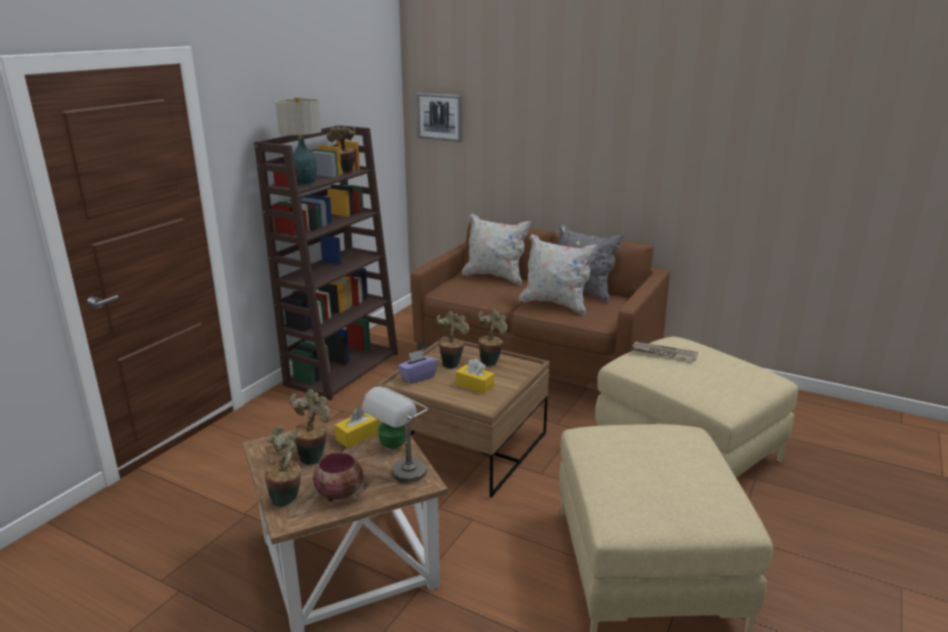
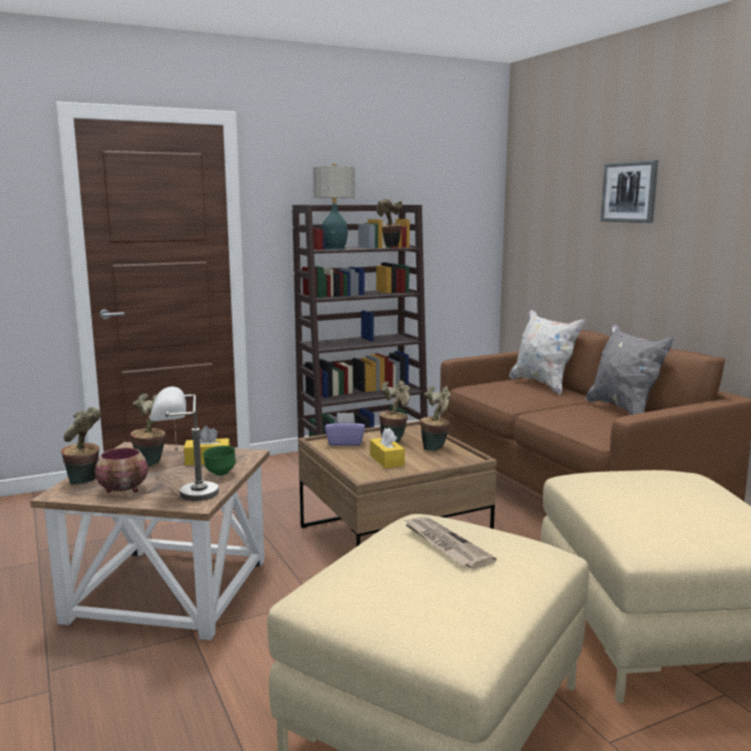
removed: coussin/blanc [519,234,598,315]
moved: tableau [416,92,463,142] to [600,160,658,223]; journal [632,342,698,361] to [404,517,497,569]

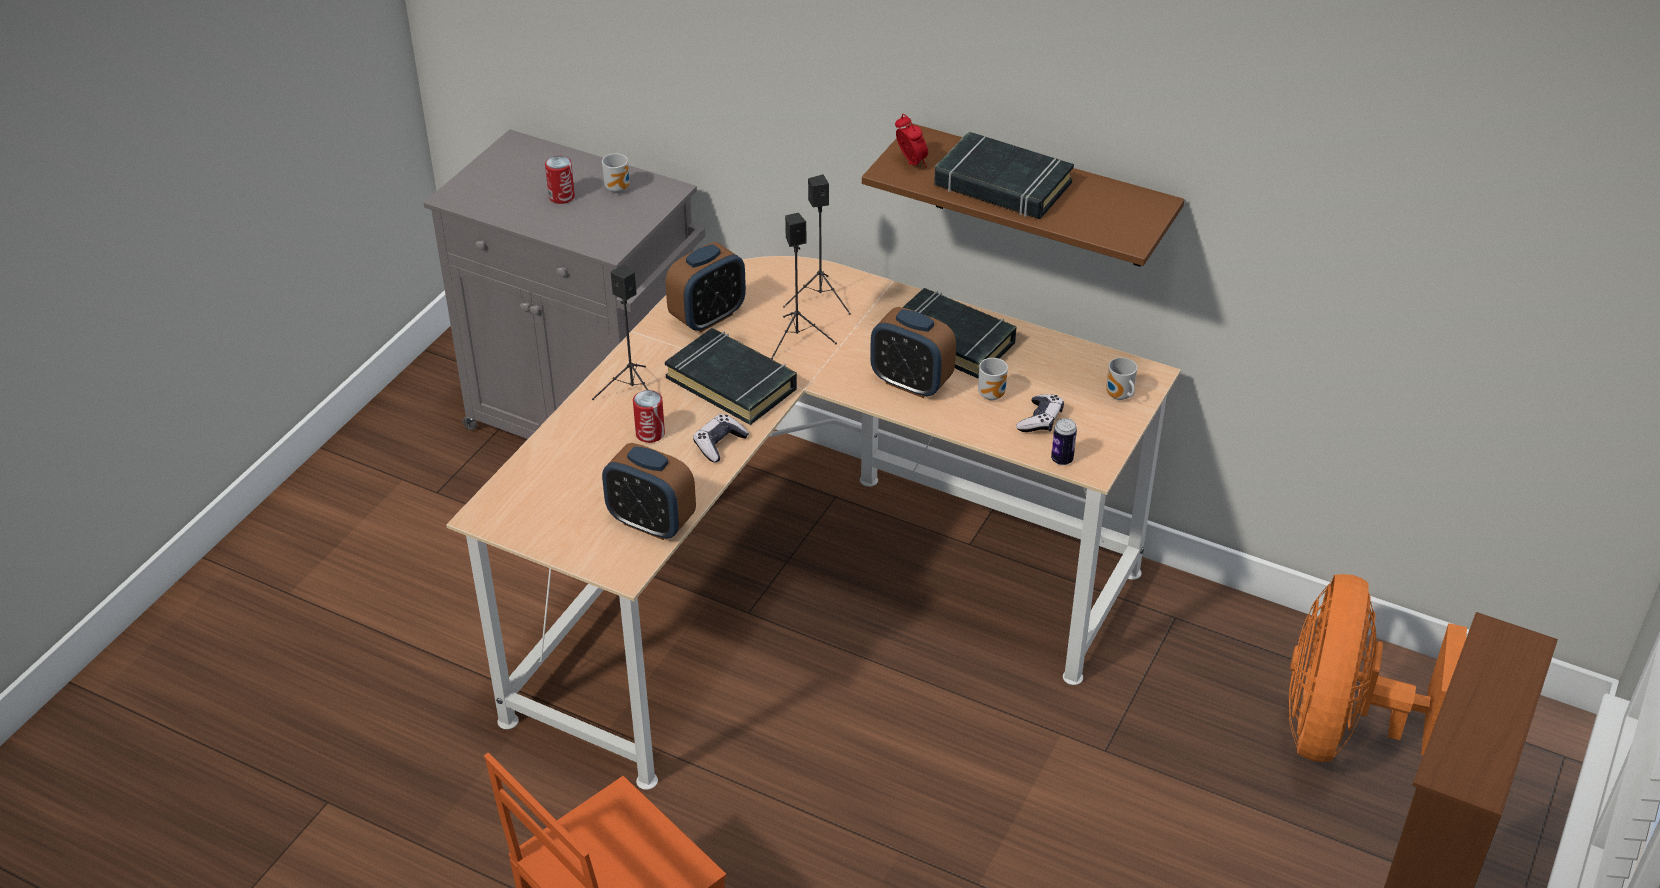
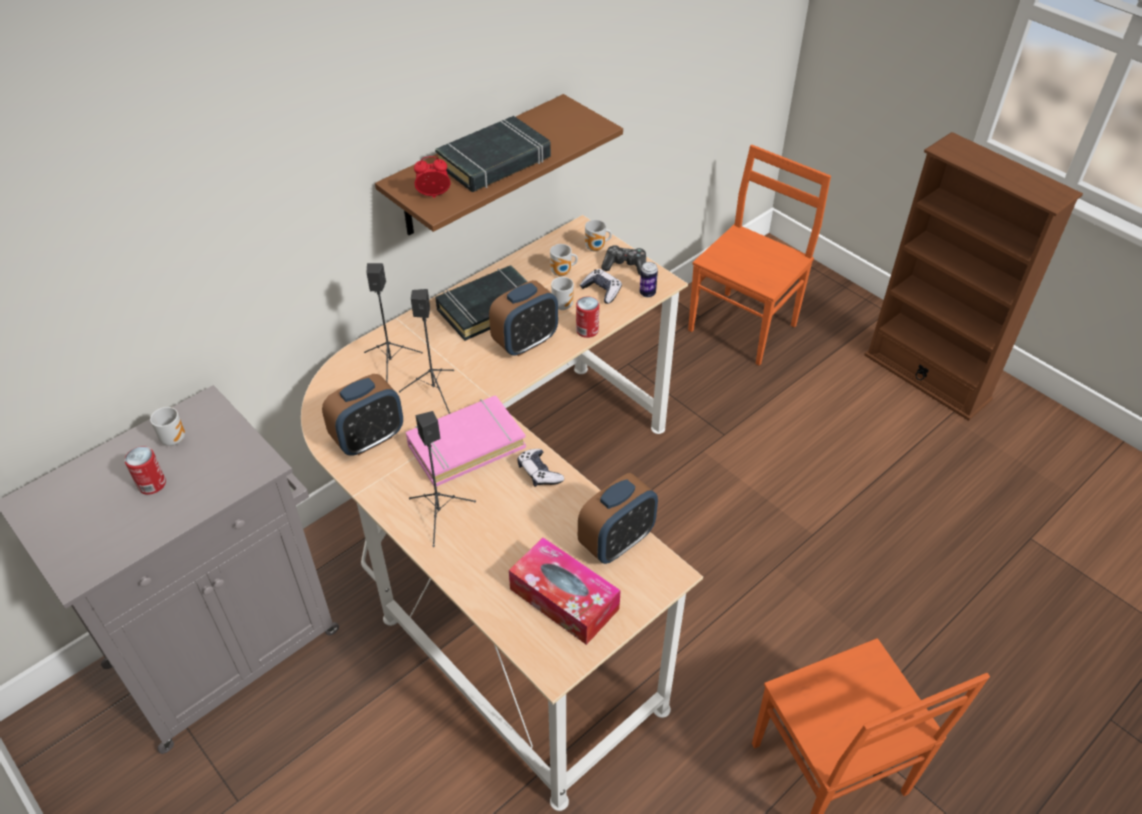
added: mug [550,244,578,276]; manette [601,245,646,275]; boîte à mouchoirs [509,537,621,645]
moved: boîte métallique [633,390,665,443] to [576,297,599,338]
replaced: ventilateur/orange [1289,574,1467,762] to chaise/orange [688,145,831,365]
recoloured: livre/noir [665,328,797,425] to livre/rose [406,395,526,487]
turned: réveil [666,242,746,332] = [322,374,403,456] 75 degrees clockwise

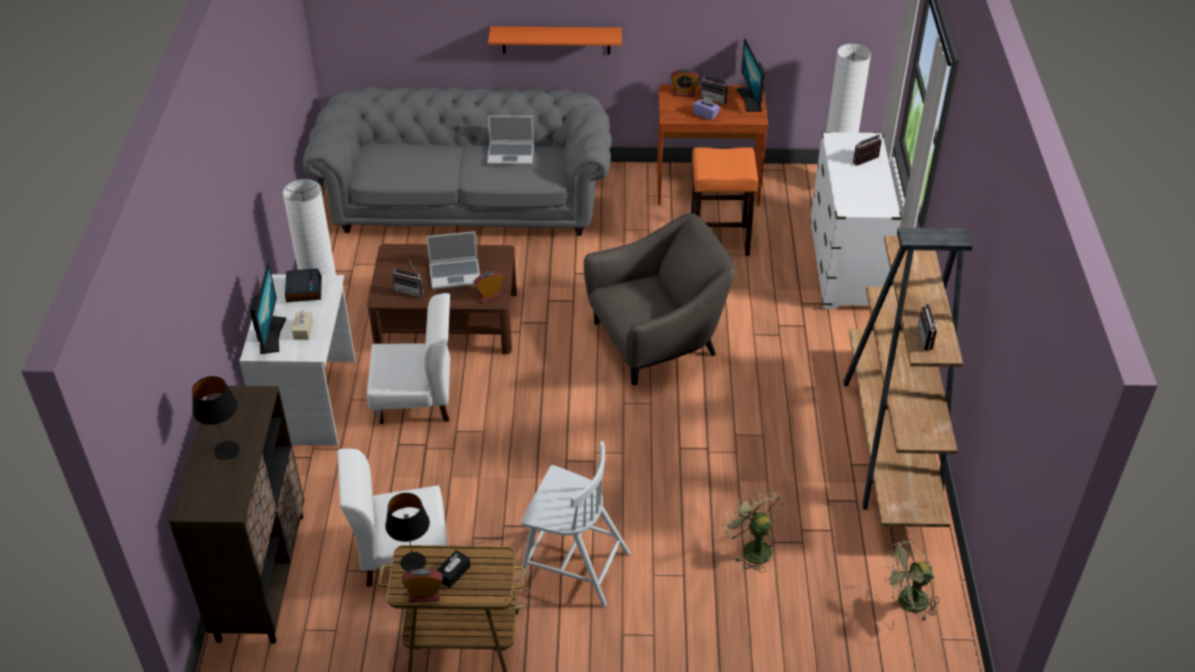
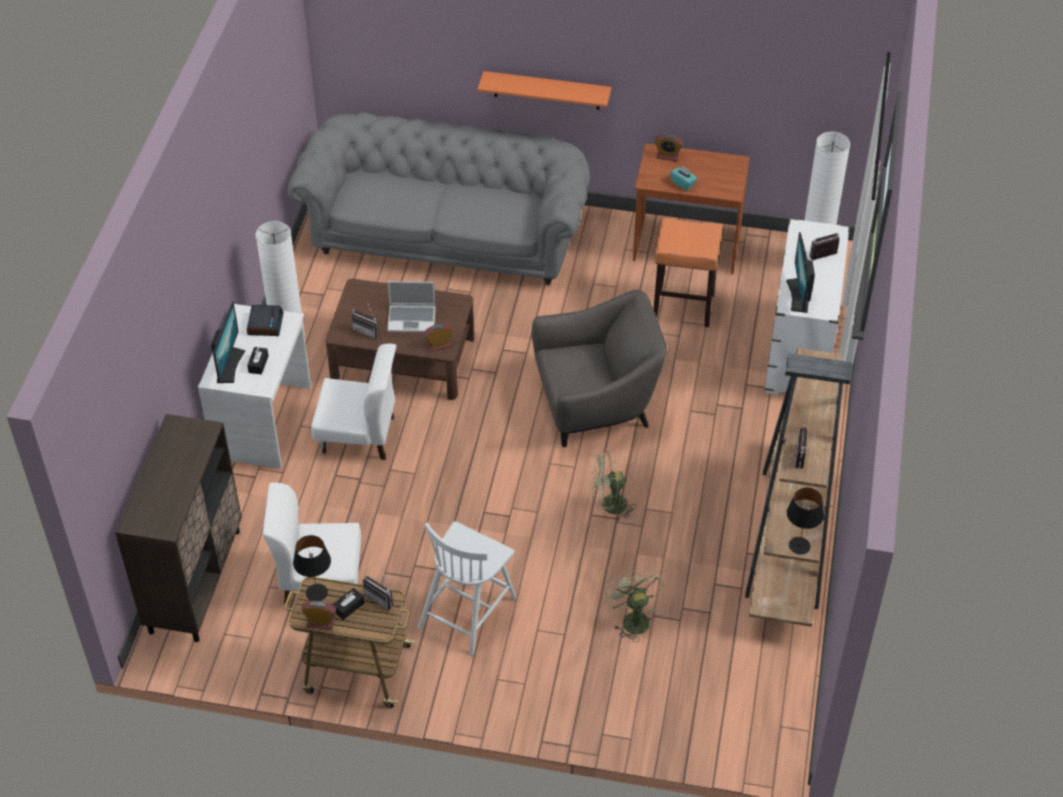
removed: ordinateur portable [487,115,534,165]
moved: écran d'ordinateur [736,39,765,112] to [786,232,815,313]; radio [700,68,728,104] to [363,569,393,610]; lampe de table/noir [192,376,240,460] to [787,488,824,555]; ventilateur/vert [883,540,939,622] to [590,452,636,522]
recoloured: boîte à mouchoirs/violet [693,96,721,120] to boîte à mouchoirs/turquoise [670,165,697,190]; boîte à mouchoirs/beige [292,310,313,340] to boîte à mouchoirs/noir [247,347,268,375]
turned: chaise/blanc [519,441,630,607] = [418,521,517,656] 90 degrees clockwise

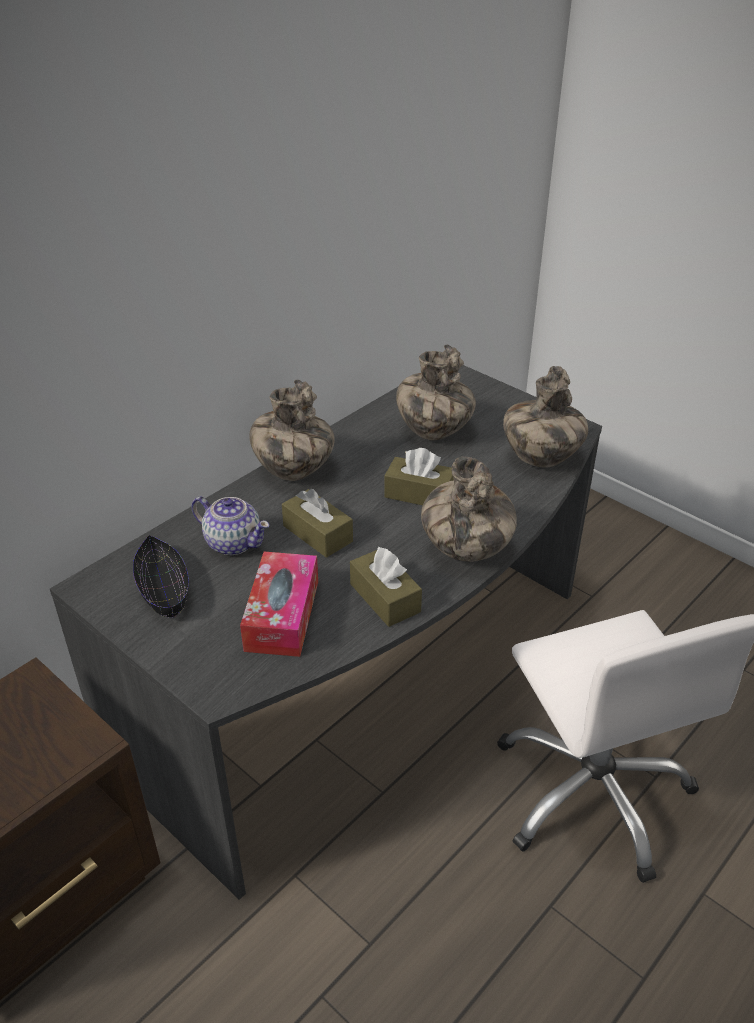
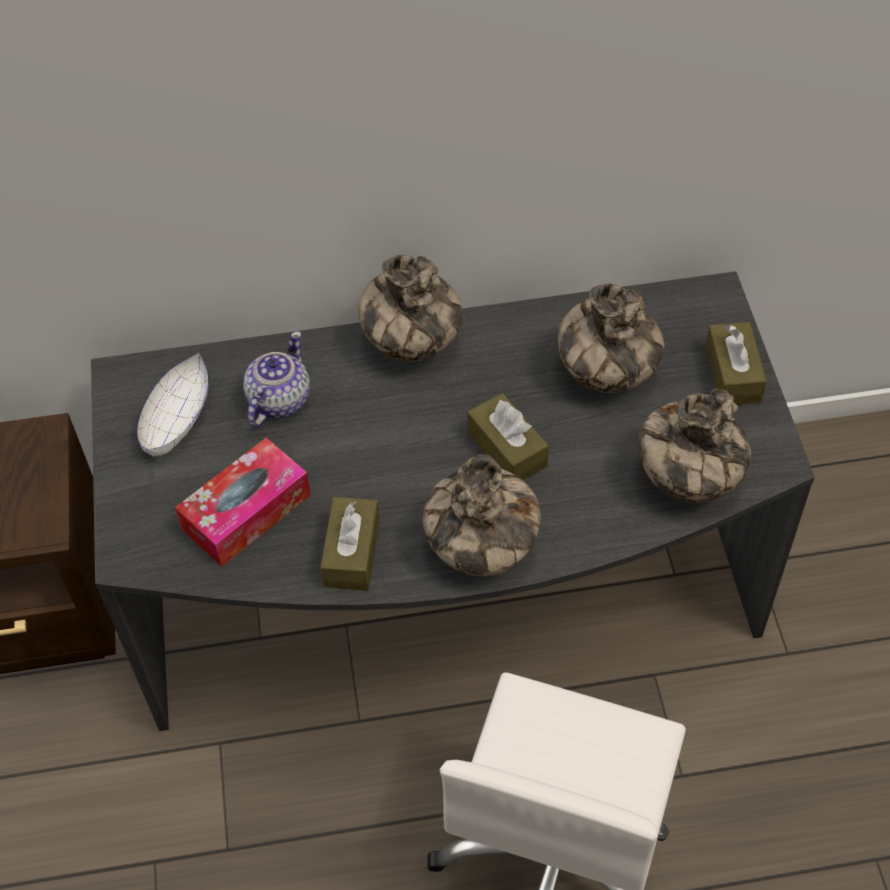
moved: boîte à mouchoirs/marron [282,489,353,558] to [705,322,767,405]
recoloured: bol/noir [133,535,189,618] to bol/blanc [137,352,209,456]
turned: théière [191,496,270,555] = [243,331,310,427] 135 degrees counterclockwise

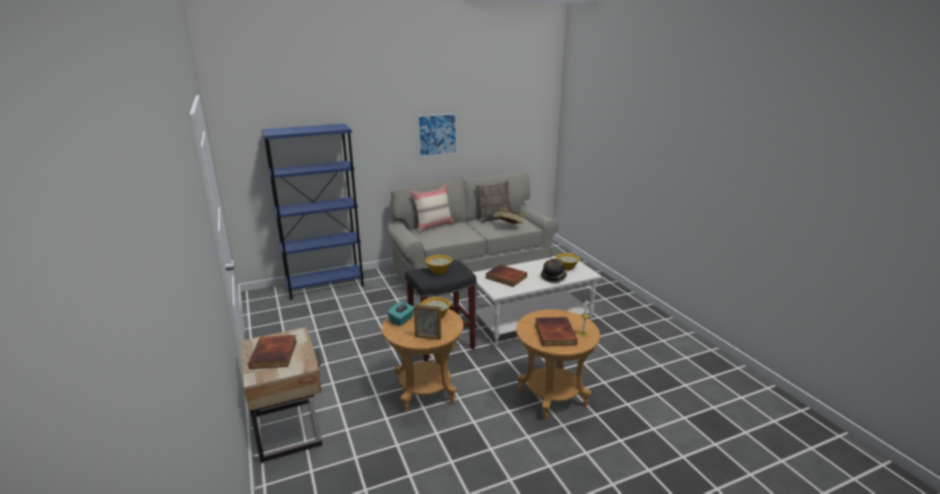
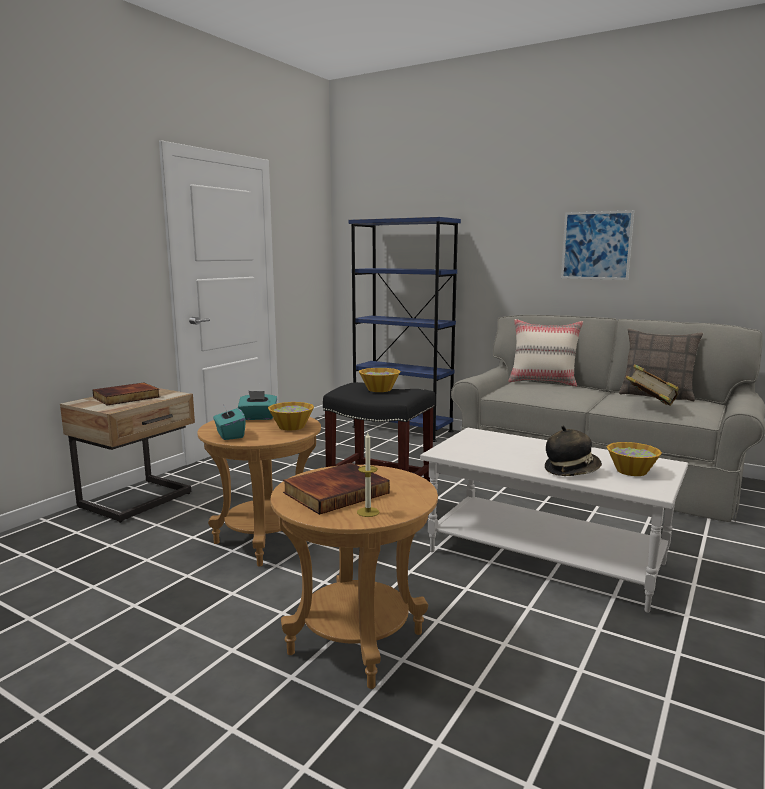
removed: livre [485,264,527,287]
replaced: cadre photo [414,305,441,340] to boîte à mouchoirs/turquoise [213,404,246,440]

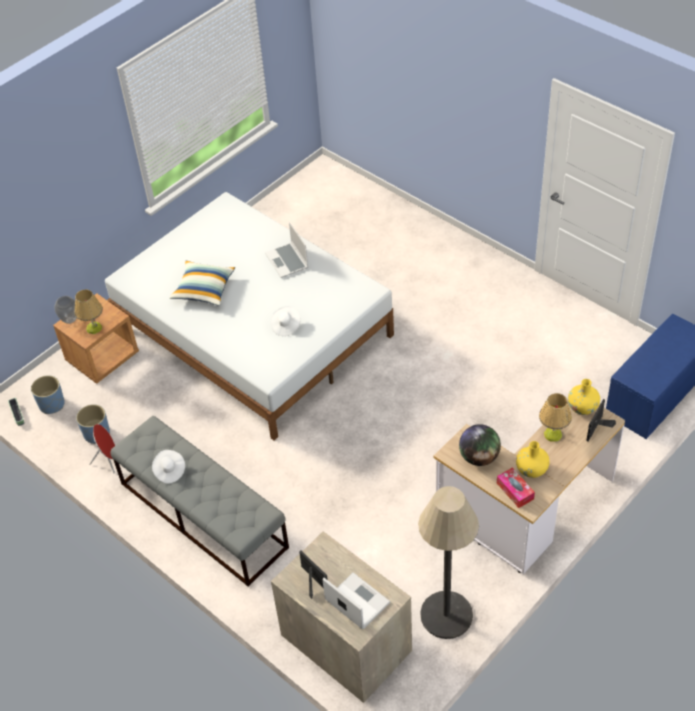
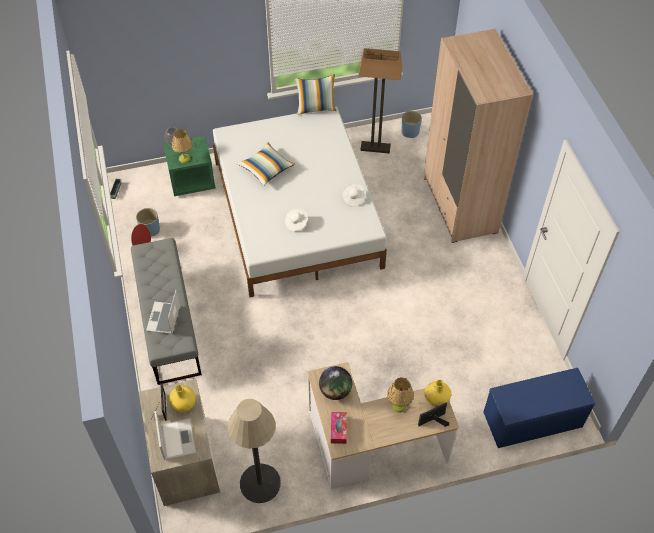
added: armoire/beige [424,28,533,243]; lampadaire [358,48,402,154]; coussin [295,74,336,115]
moved: ordinateur portable [265,221,309,278] to [146,290,180,334]; cache-pot/bleu [31,375,65,414] to [401,111,422,138]; vase/jaune [516,441,550,478] to [169,385,196,412]; chapeau/blanc [152,450,185,484] to [342,183,366,206]
recoloured: table de chevet/marron [53,294,139,384] to table de chevet/vert [163,136,216,196]

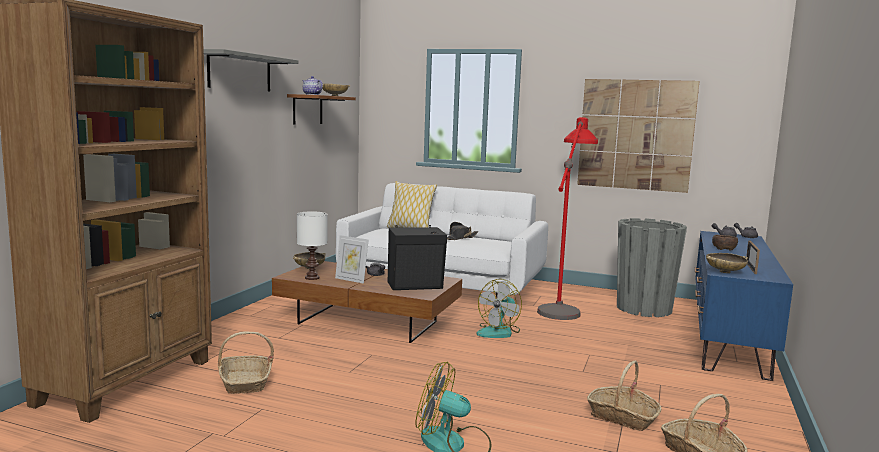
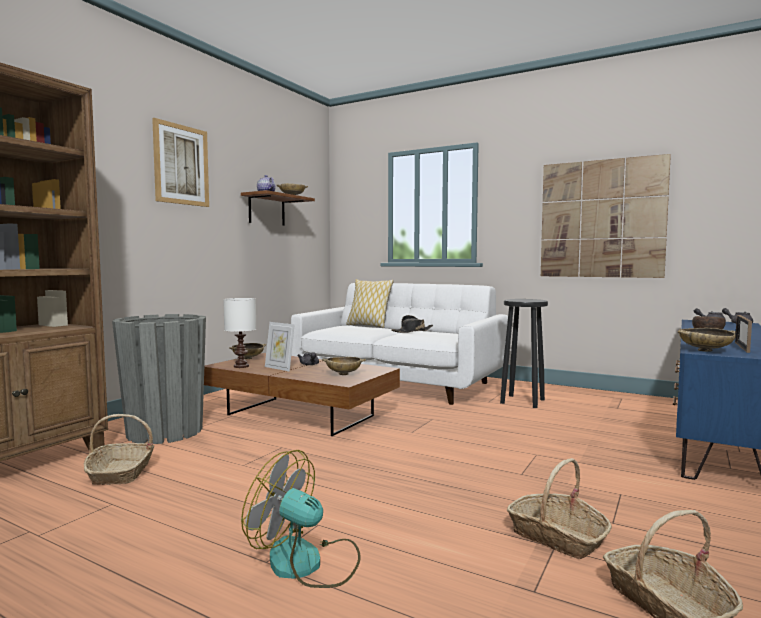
removed: ventilateur [477,279,522,338]
moved: cache-pot/gris [617,218,687,317] to [112,314,206,444]
replaced: étagère/gris [203,49,299,91] to tableau [152,118,209,207]; lampadaire/rouge [537,117,598,320] to tabouret/noir [500,299,548,408]; enceinte/noir [388,225,447,290] to bol/beige [322,357,366,375]

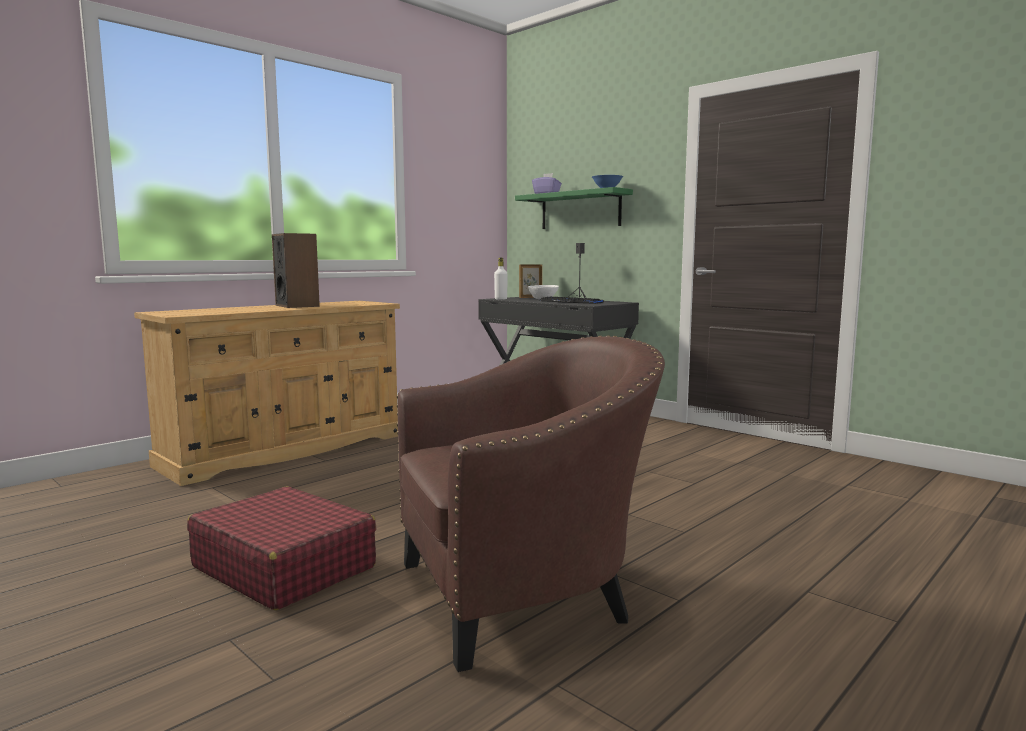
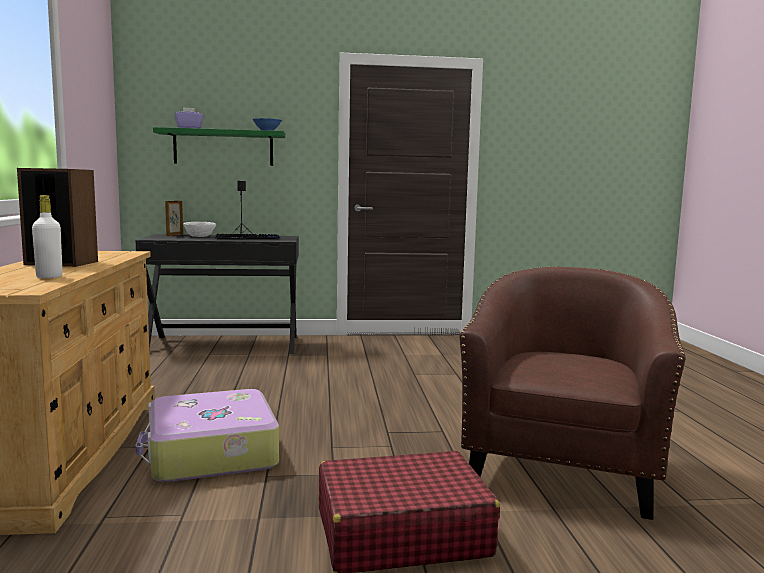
added: valise [135,389,279,482]
moved: bouteille/blanc [494,258,508,300] to [32,195,63,278]

